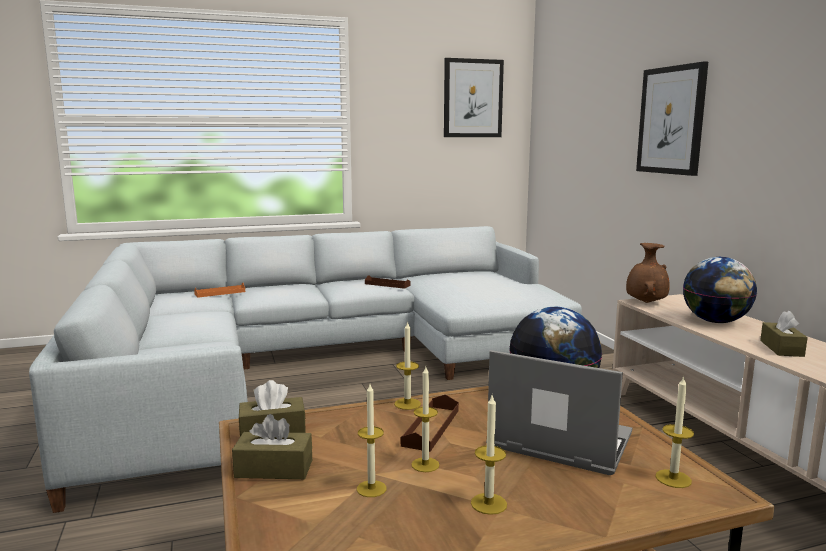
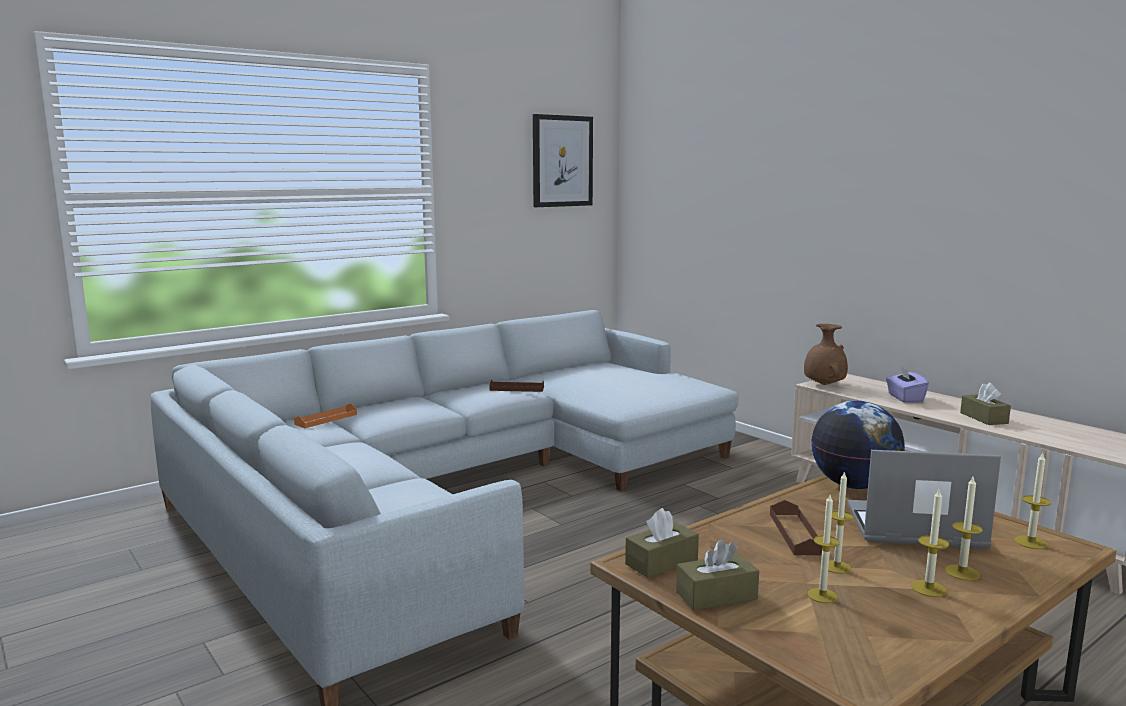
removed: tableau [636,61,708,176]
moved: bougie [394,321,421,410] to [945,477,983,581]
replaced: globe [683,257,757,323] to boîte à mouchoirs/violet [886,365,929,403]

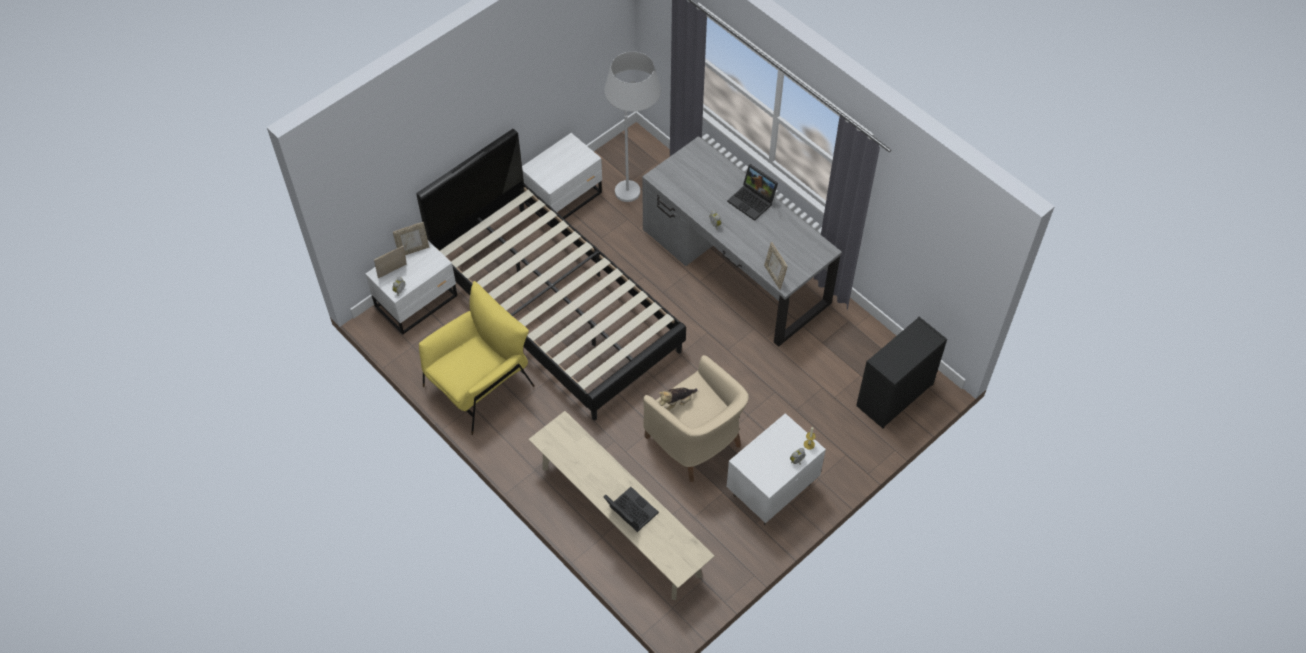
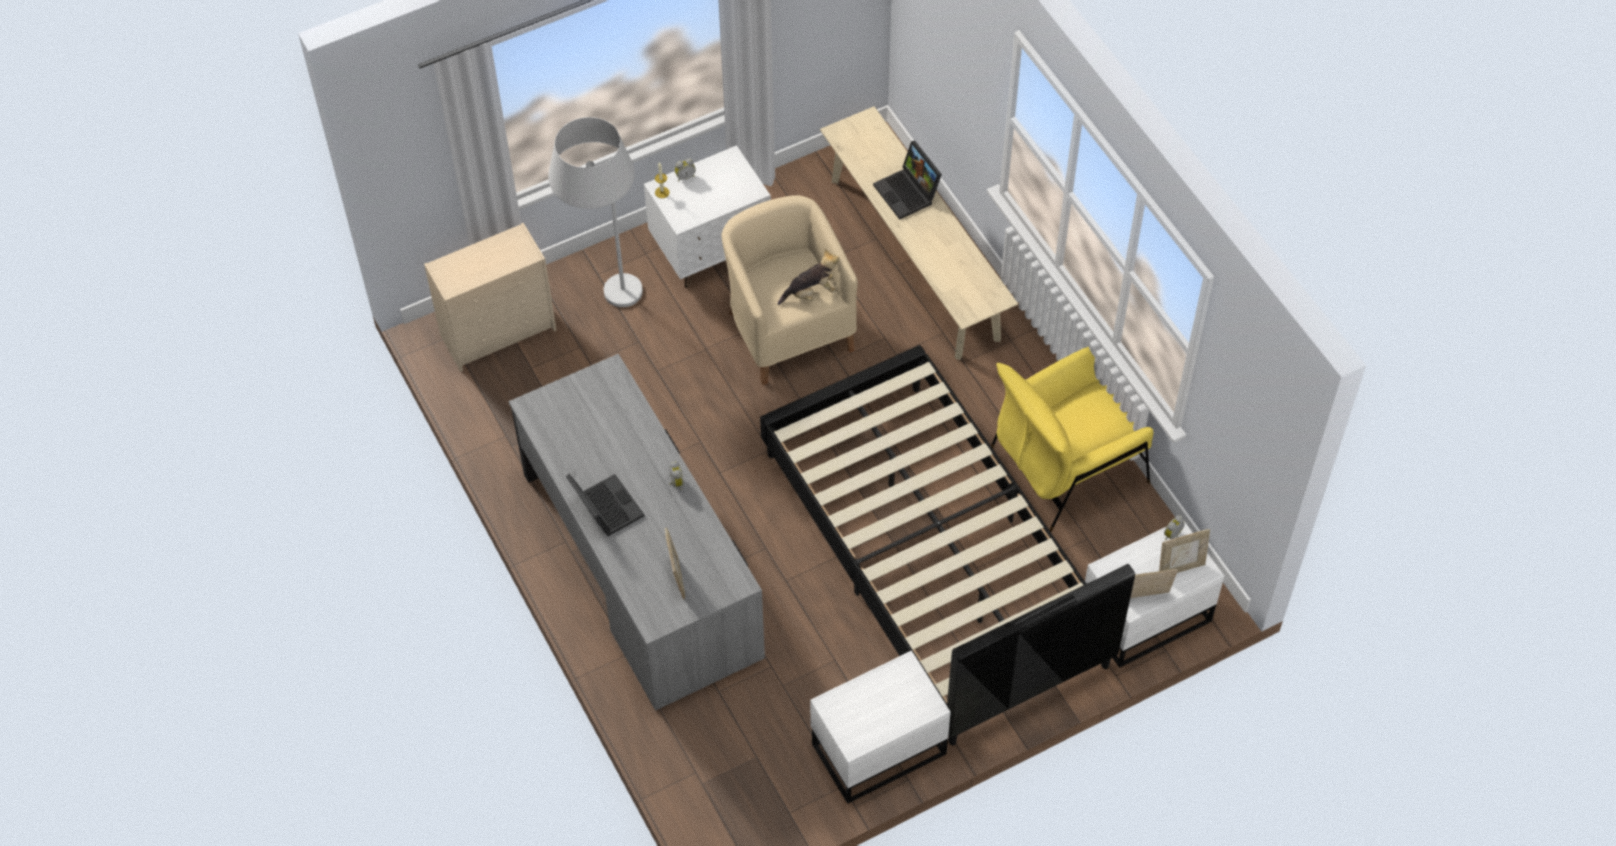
moved: lampadaire/blanc [604,52,661,202] to [548,117,643,307]; cadre photo [764,242,788,290] to [665,527,685,599]
recoloured: commode/noir [856,317,947,429] to commode/beige [424,223,556,371]

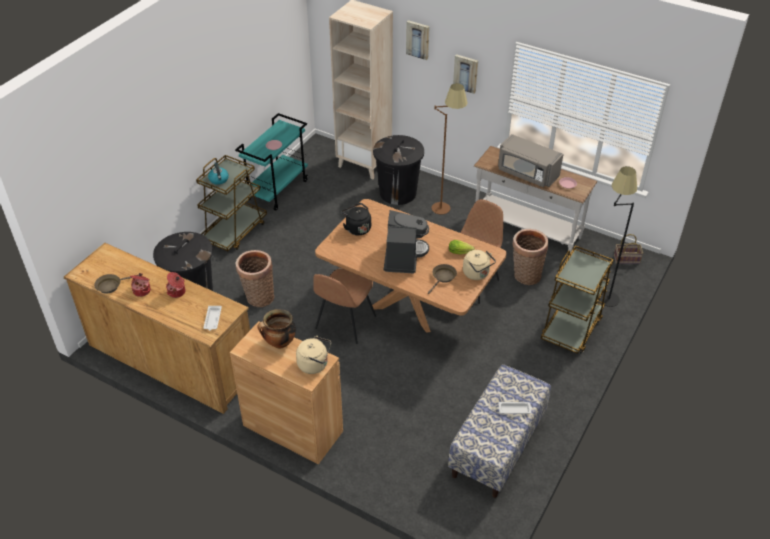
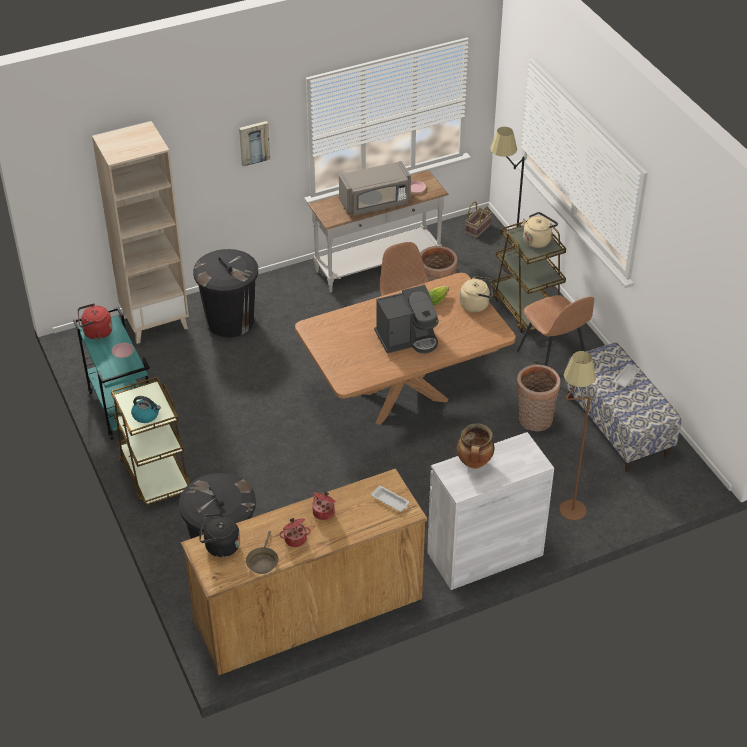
removed: tableau [406,20,430,60]; poêle/marron [428,264,457,294]
added: bouilloire/rouge [78,303,113,340]
moved: lampadaire/marron [431,83,468,214] to [559,351,596,520]; bouilloire/noir [341,203,371,236] to [199,513,240,557]; panier [235,250,274,307] to [516,364,561,432]; chaise/marron [313,268,376,344] to [517,295,594,366]; bouilloire/beige [296,336,331,374] to [523,212,558,248]
recoloured: meuble de rangement/marron [230,321,343,464] to meuble de rangement/blanc [427,432,554,590]
turned: machine à café [384,210,429,273] = [374,285,439,354] 120 degrees clockwise

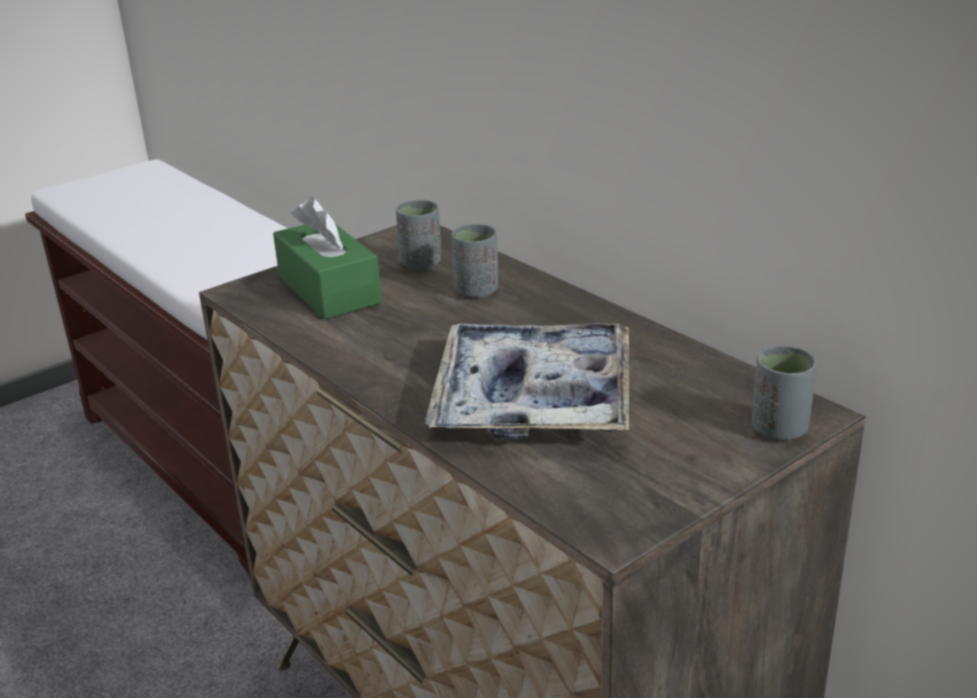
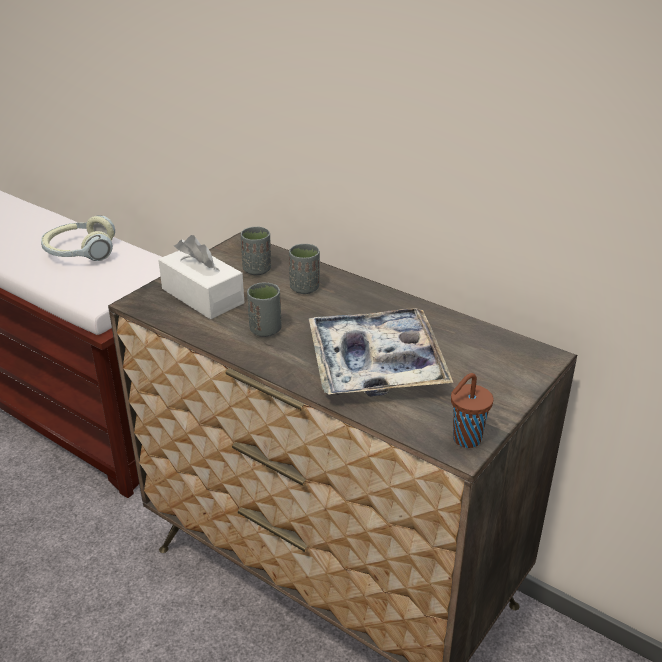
added: casque audio [41,215,115,261]; tasse/marron [451,373,493,448]
moved: tasse/gris [752,345,817,441] to [247,282,282,337]
recoloured: boîte à mouchoirs/vert [273,197,382,320] to boîte à mouchoirs/blanc [158,235,244,319]

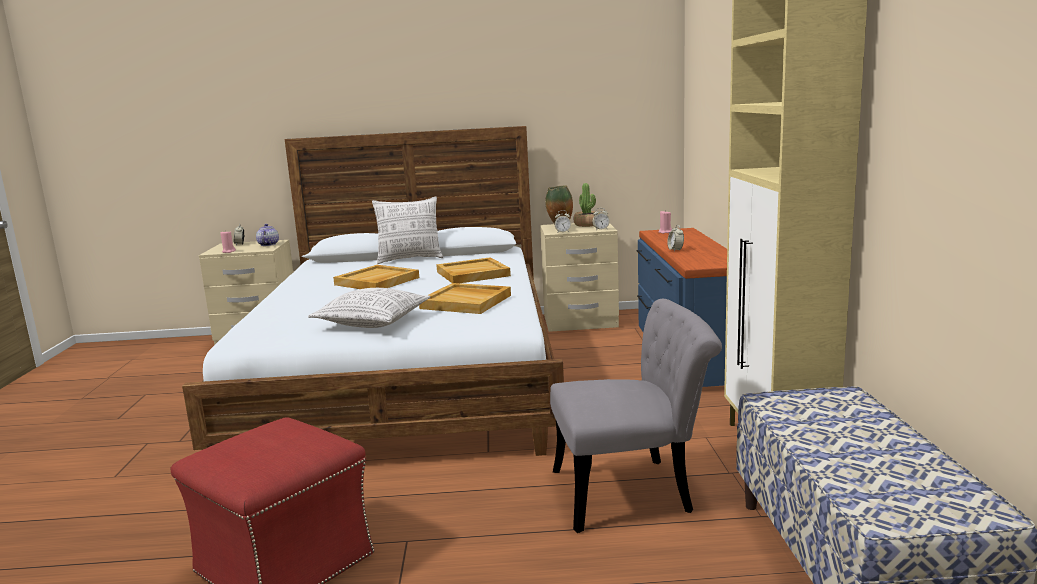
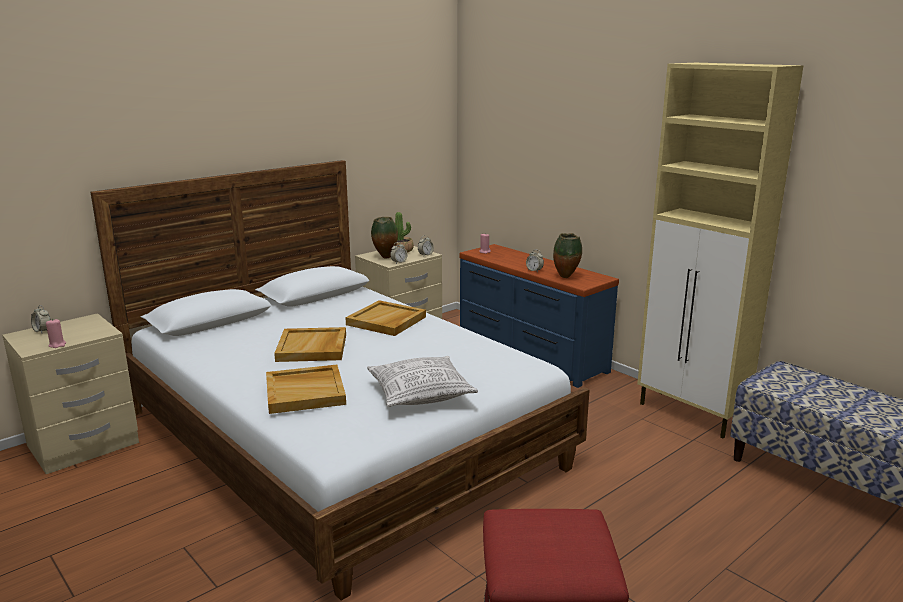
removed: coussin [372,196,443,264]; théière [256,224,279,246]; chaise/gris [550,299,722,533]
added: vase [553,233,582,278]
moved: plateau/beige [419,283,511,314] to [266,365,346,414]

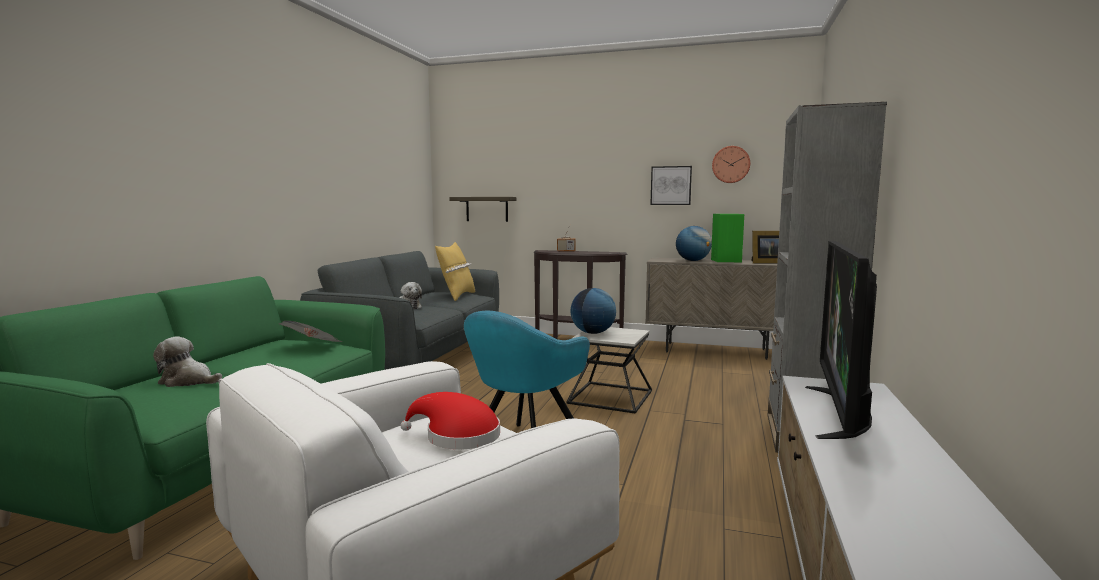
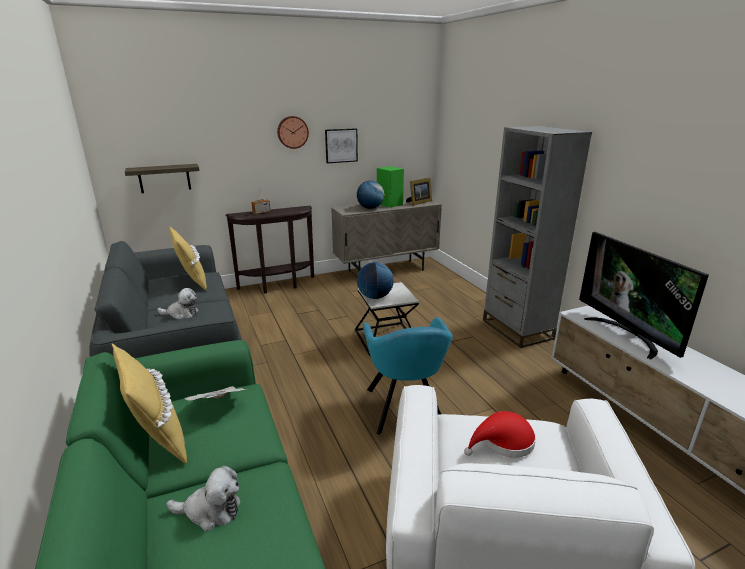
added: coussin/jaune [111,343,187,464]
moved: horloge murale [712,146,750,183] to [277,116,309,149]
turned: peluche [153,336,222,387] = [166,466,241,531] 150 degrees counterclockwise

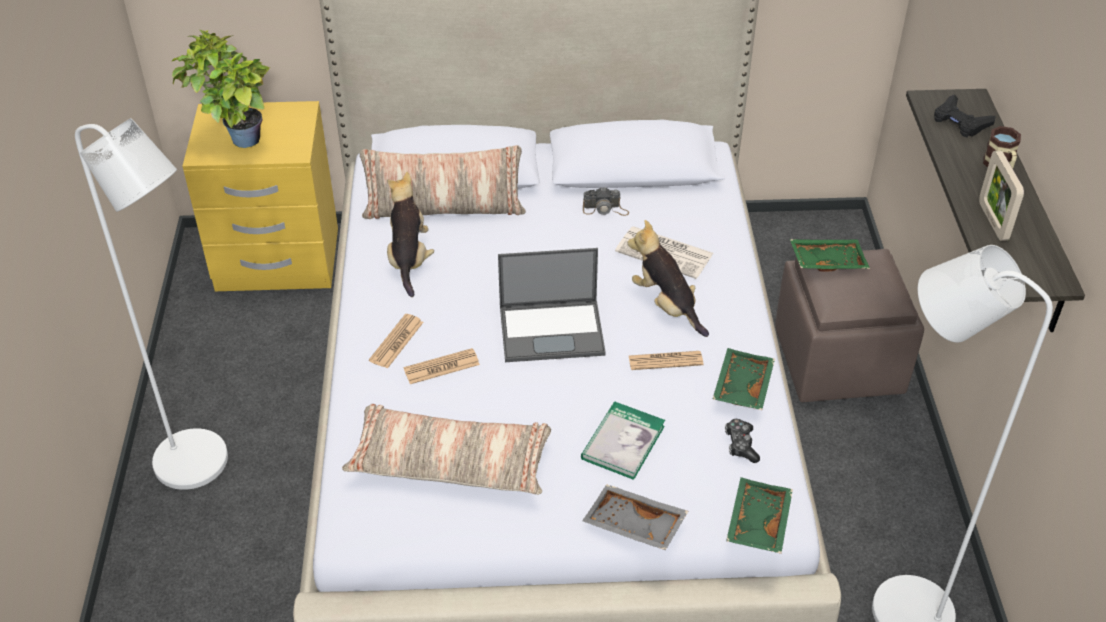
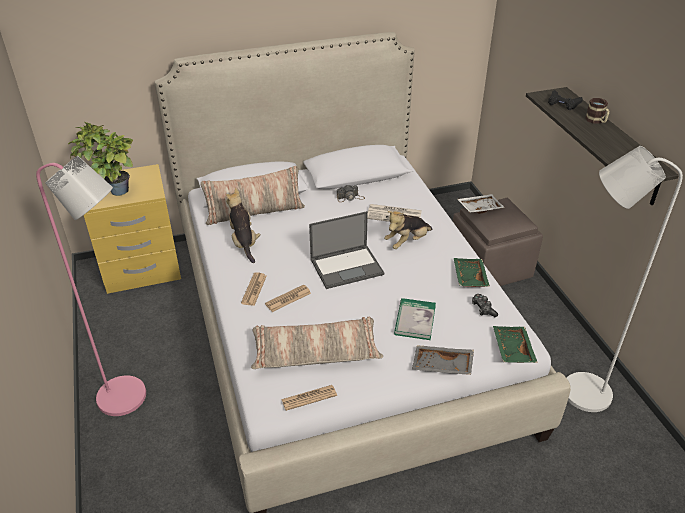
removed: cadre photo [979,150,1024,241]
moved: journal [629,351,703,370] to [281,385,337,411]
recoloured: lampadaire/blanc [75,118,228,490] to lampadaire/rose [36,156,146,416]; plateau/vert [790,239,870,272] to plateau/blanc [457,194,505,214]
turned: peluche [627,220,709,337] = [384,211,432,249] 75 degrees counterclockwise

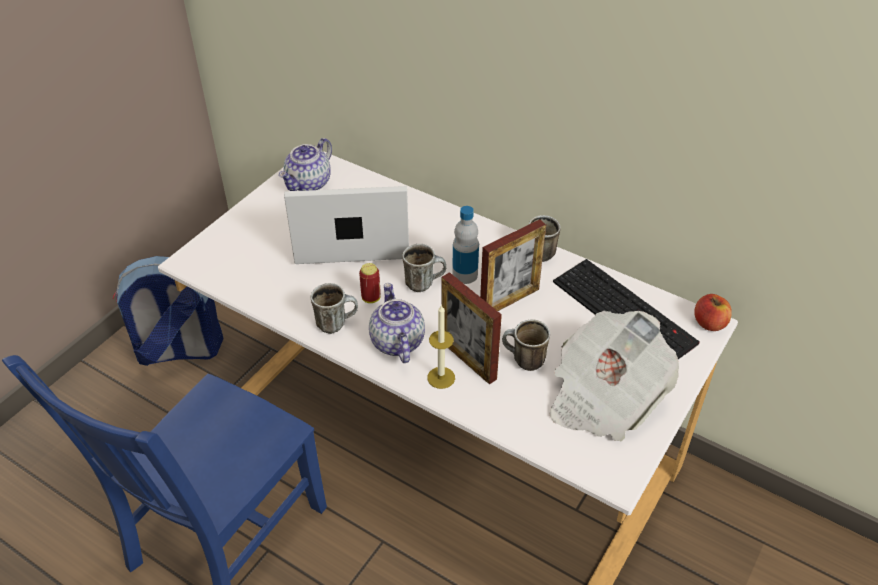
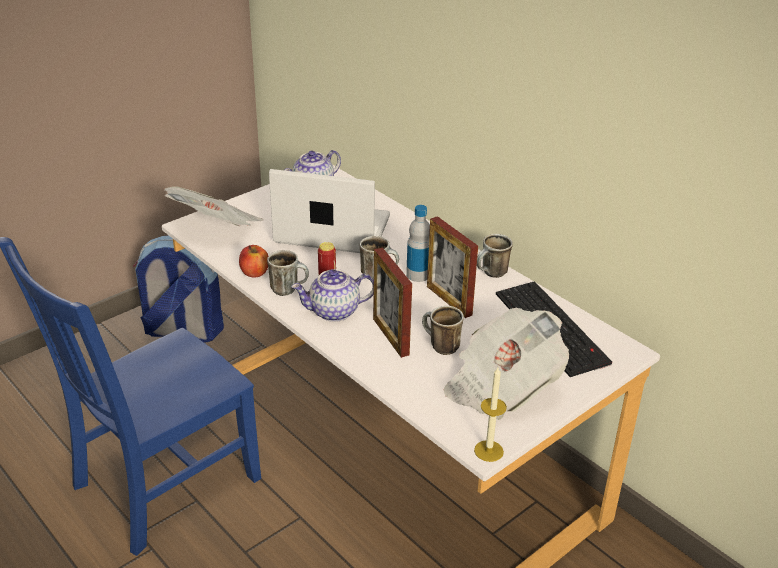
added: journal [164,186,264,226]
moved: pomme [694,294,732,331] to [239,245,268,277]; bougie [427,304,455,389] to [474,367,507,462]
turned: cadre photo [480,219,546,311] = [427,216,478,318] 75 degrees clockwise; théière [369,283,425,363] = [291,269,374,322] 105 degrees counterclockwise

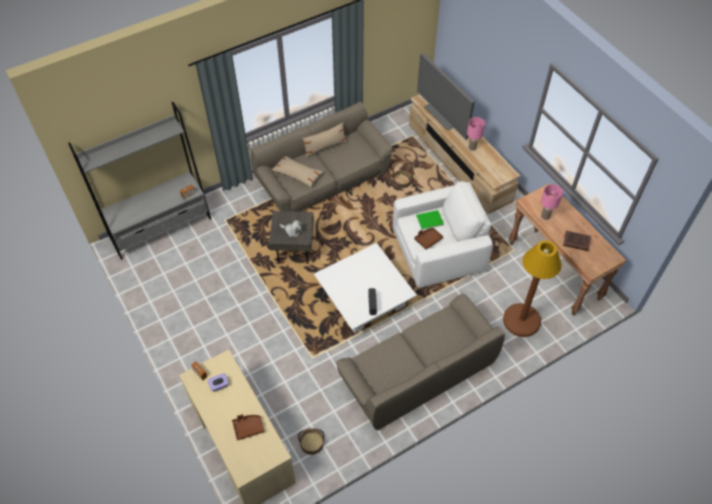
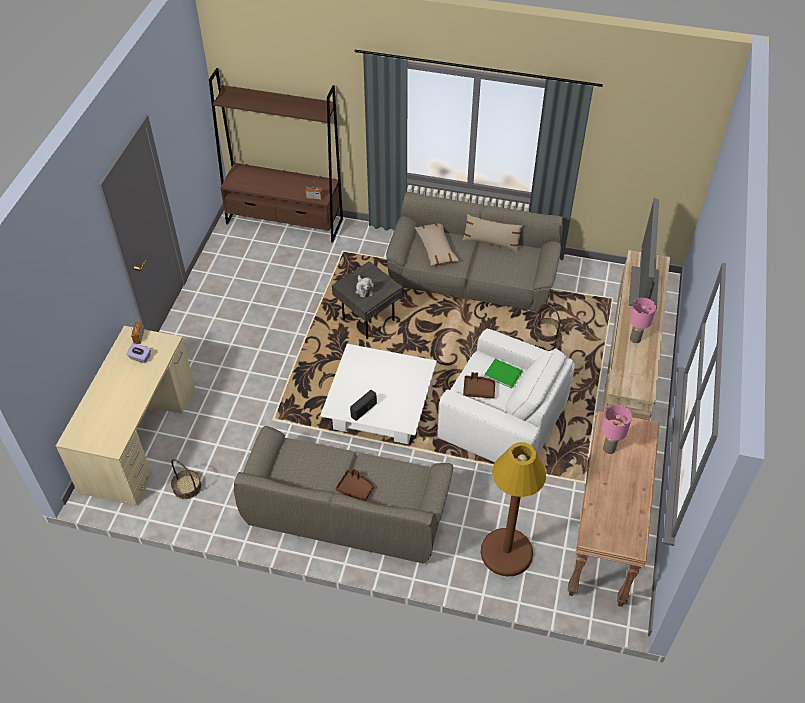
removed: livre/marron [563,231,591,251]
moved: plateau/marron [232,414,265,440] to [336,469,374,501]
recoloured: bibliothèque/gris [68,102,211,260] to bibliothèque/marron [209,68,343,242]

